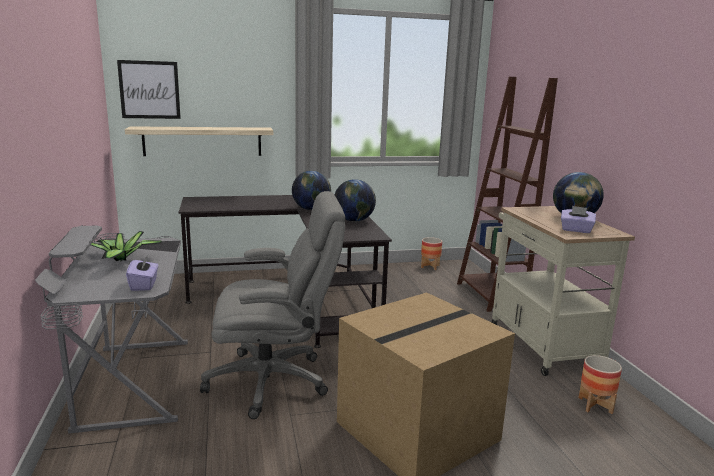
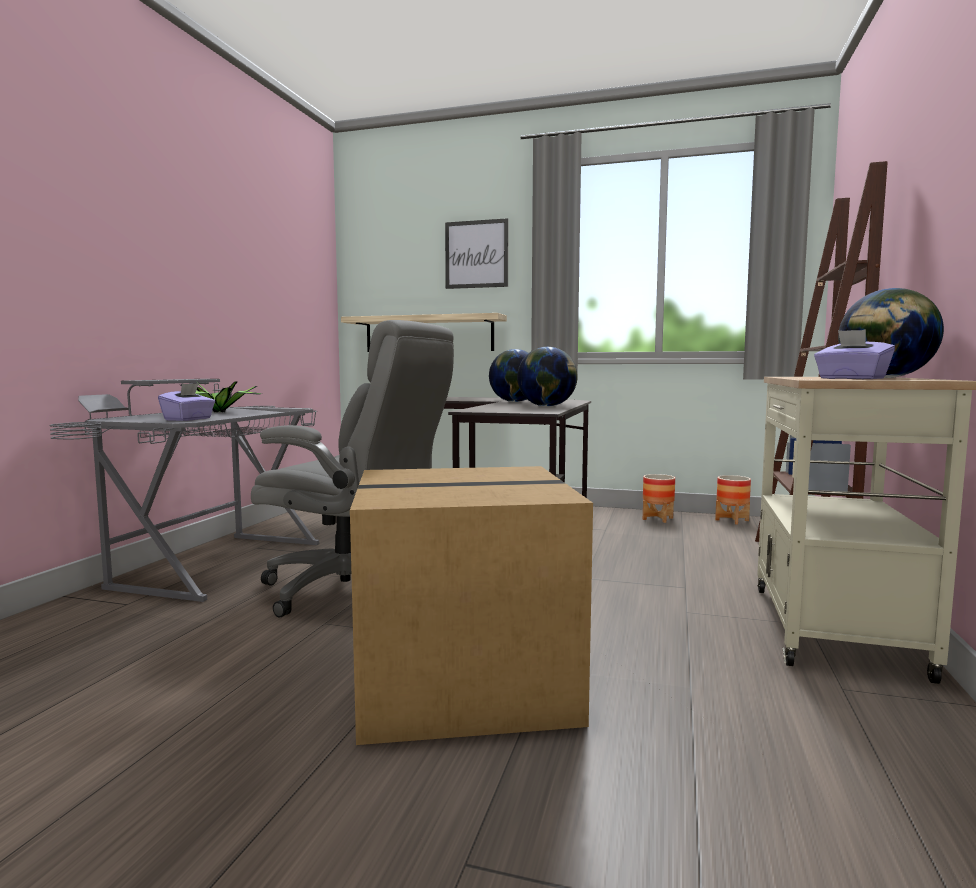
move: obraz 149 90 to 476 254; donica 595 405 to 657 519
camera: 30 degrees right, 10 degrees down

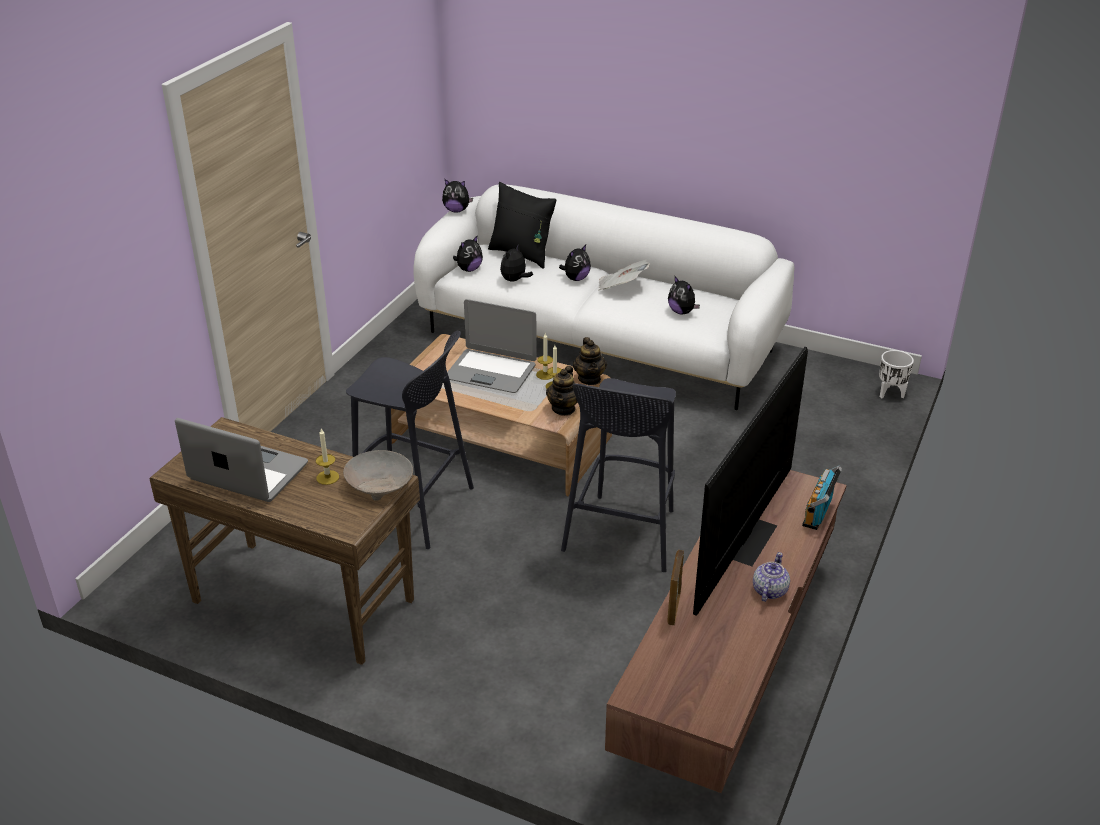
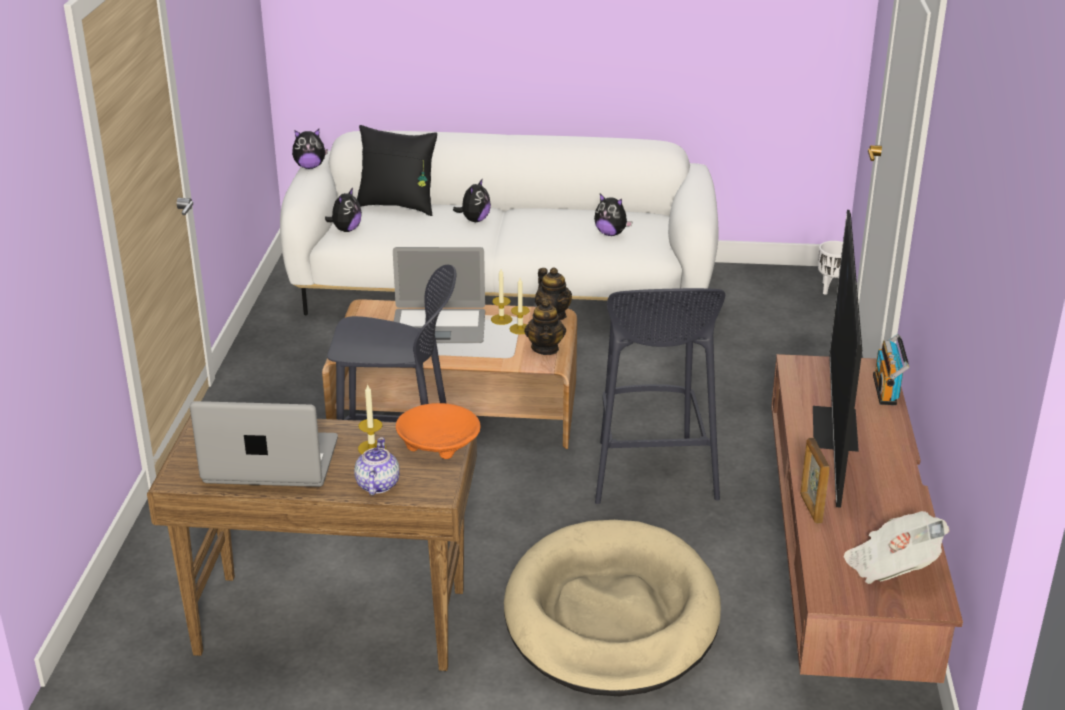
delete: pluszak 514 280
insert: legowisko (beżowy) 611 615
move: imbryk 769 591 to 377 485; gazeta 621 287 to 891 566
recolor: miska (beżowy) 379 484 to miska (pomarańczowy) 438 442
camera: 20 degrees left, 5 degrees down

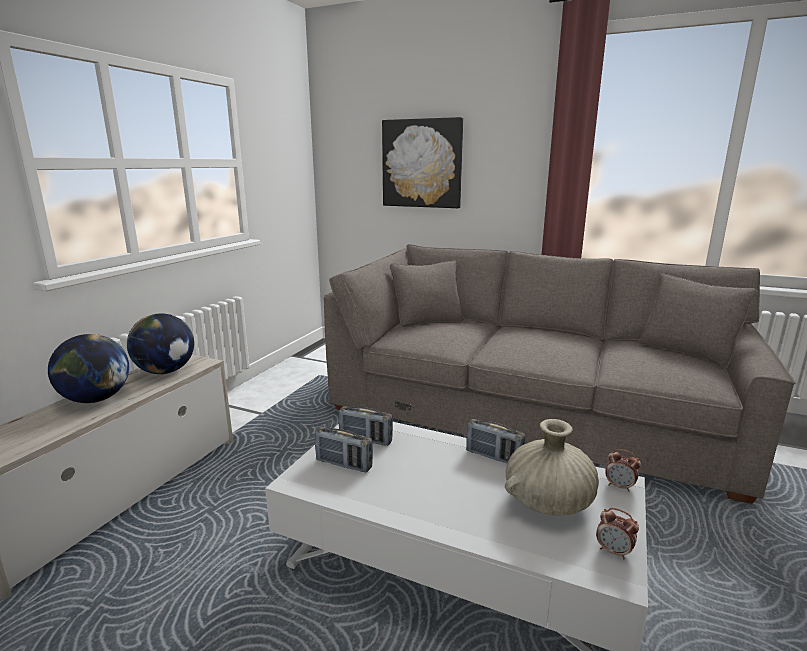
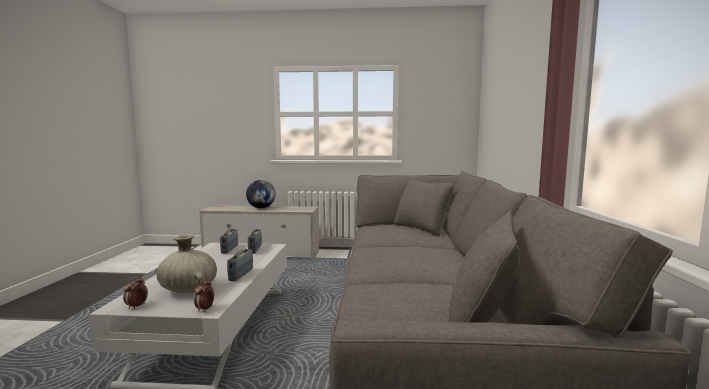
delete: globus 166 371; obraz 422 163
camera: 70 degrees right, 10 degrees down

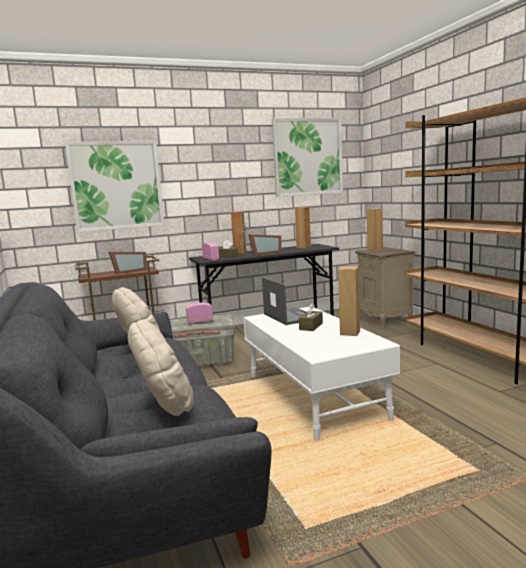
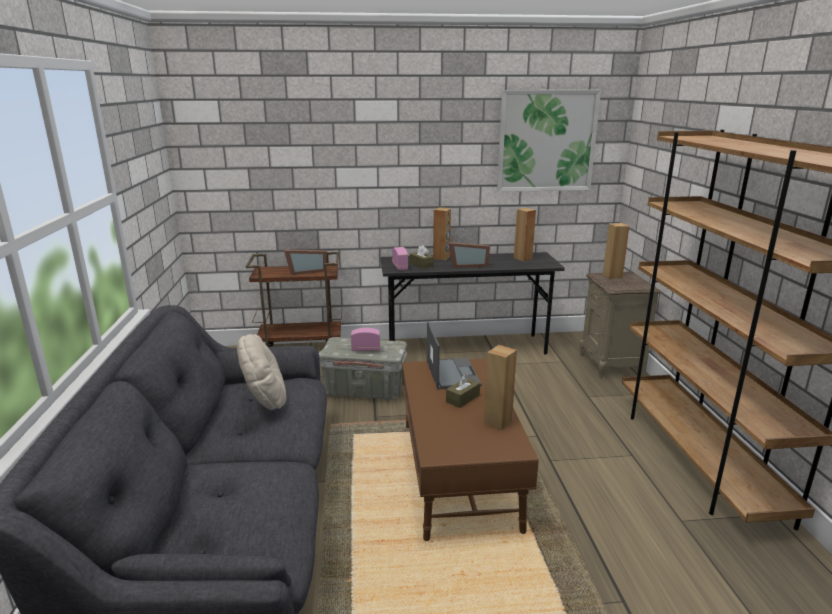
delete: obraz 116 185; poduszka (beżowy) 164 409
recolor: ława (biały) 313 395 to ława (brązowy) 457 472
camera: 15 degrees right, 10 degrees up

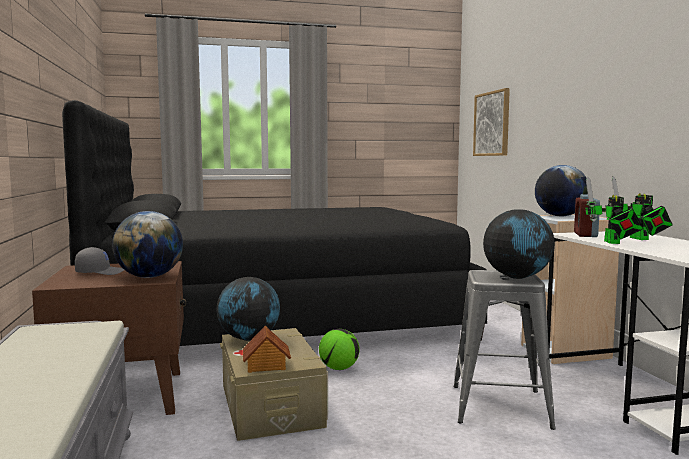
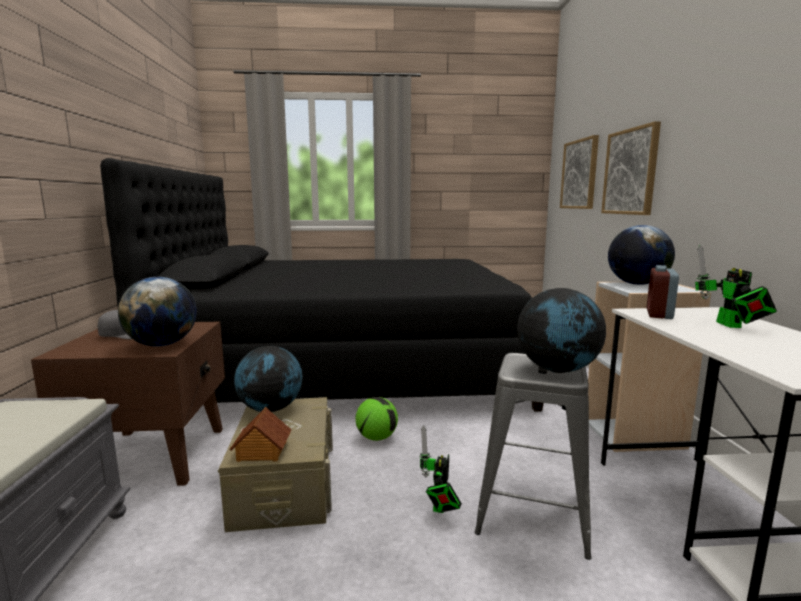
insert: obraz 630 172
move: robot zabawkowy 613 243 to 439 508
camera: 10 degrees right, 5 degrees up

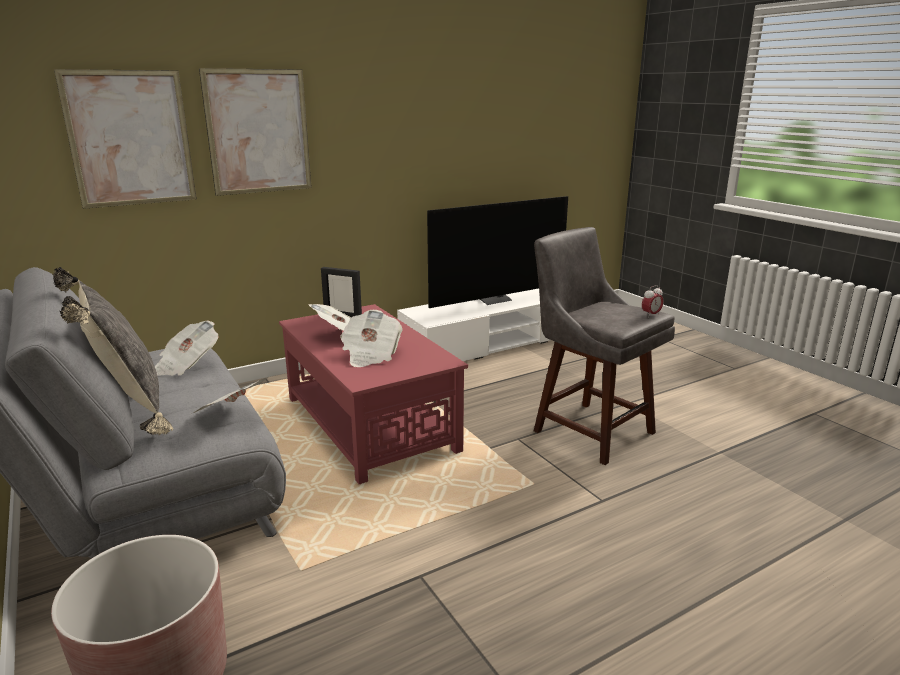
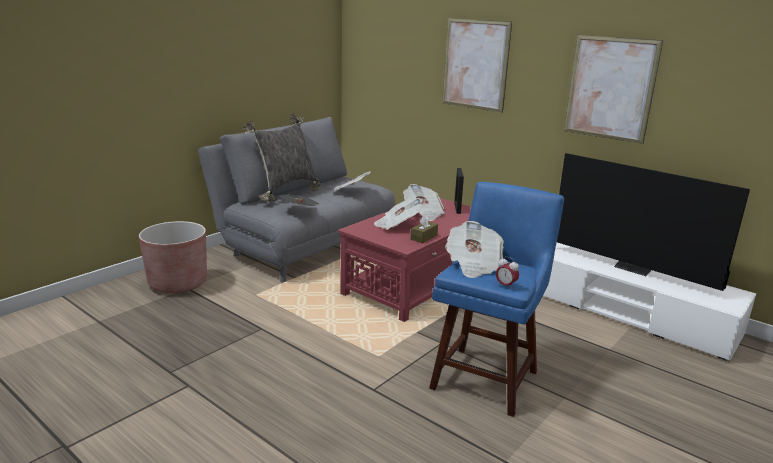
insert: pudełko chusteczek (brązowy) 424 237; gazeta 473 265
move: obraz 130 139 to 610 88
recolor: stołek (szary) 590 430 to stołek (niebieski) 486 377
camera: 70 degrees right, 0 degrees up

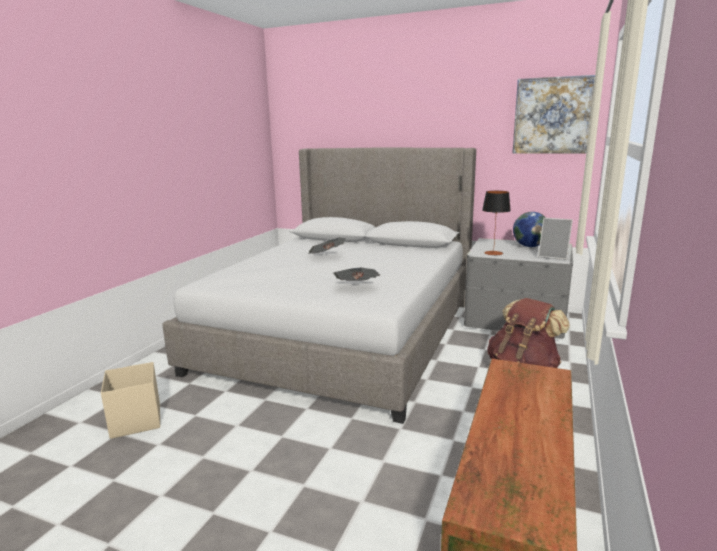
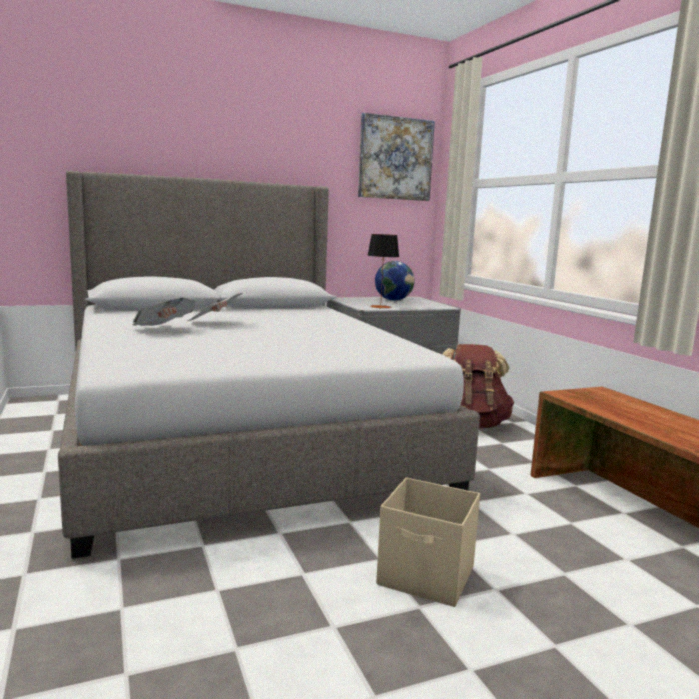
delete: ramka na zdjęcie 553 256
move: gazeta 357 287 to 164 330; pojemnik do przechowywania (beżowy) 135 421 to 427 577
camera: 45 degrees left, 5 degrees down

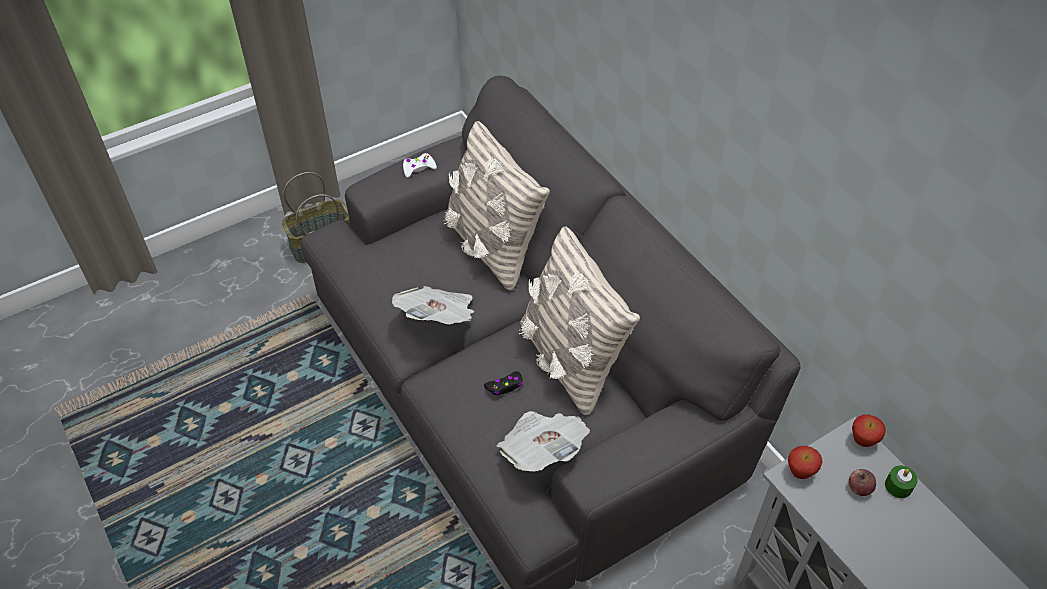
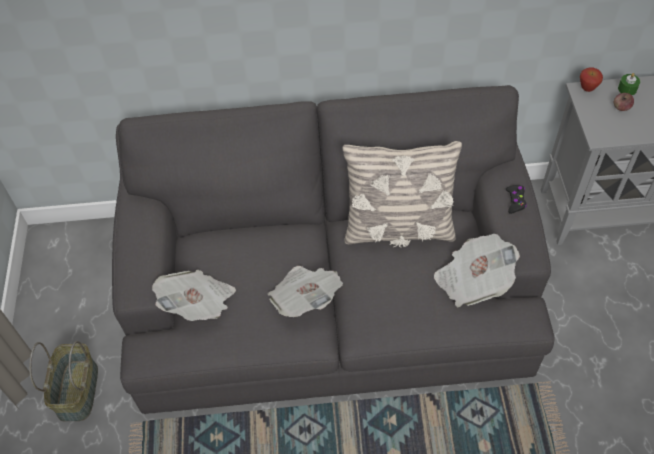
delete: pad do gier (biały) 418 168; poduszka (beżowy) 491 247; jabłko 800 473
insert: gazeta 199 304
move: pad do gier (czarny) 505 386 to 515 201
camera: 60 degrees left, 5 degrees up

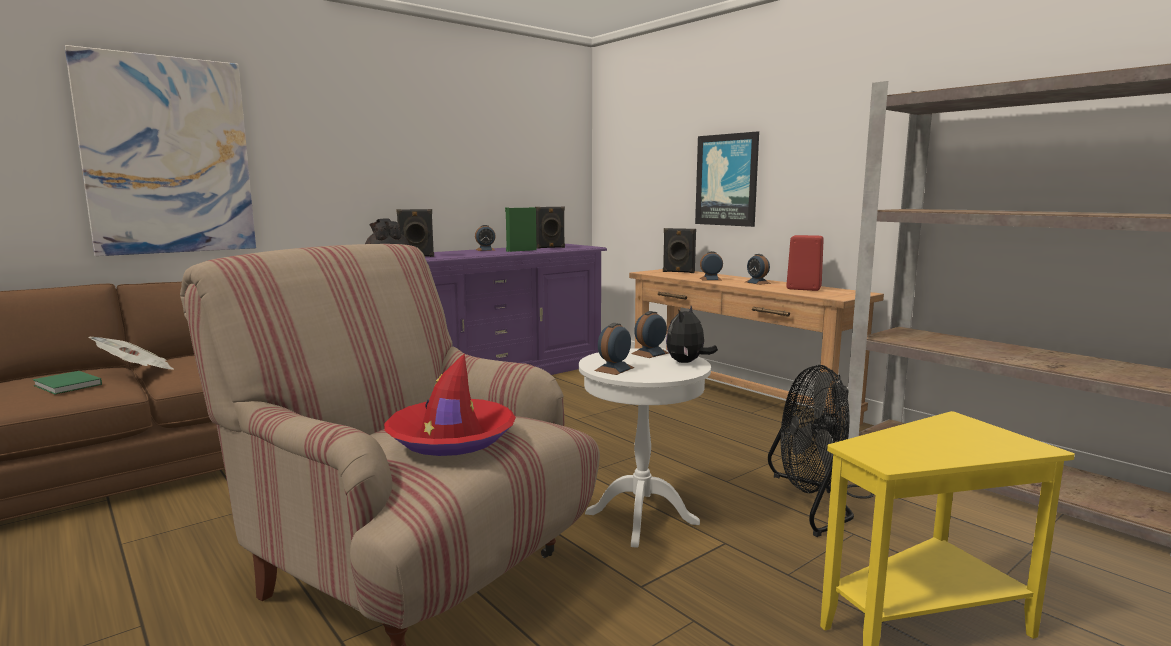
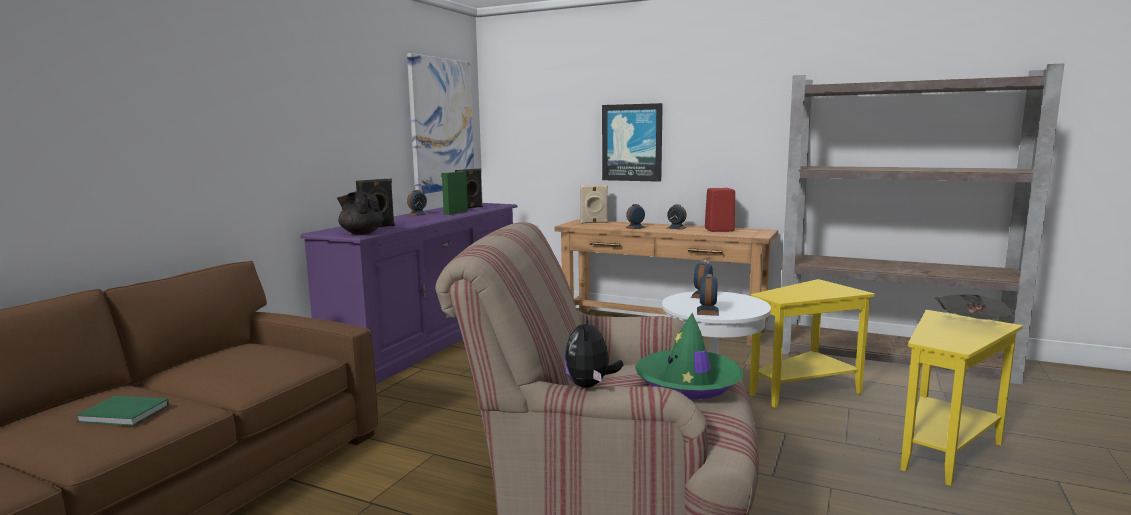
move: obraz 168 156 to 441 125; pluszak 687 362 to 590 385; gazeta 136 371 to 972 325
replace: wentylator (czarny) 819 501 to stolik (żółty) 804 391
recolor: głośnik (czarny) 678 272 to głośnik (beżowy) 594 223; kapelusz (czerwony) 451 438 to kapelusz (zielony) 688 383
camera: 25 degrees left, 0 degrees up

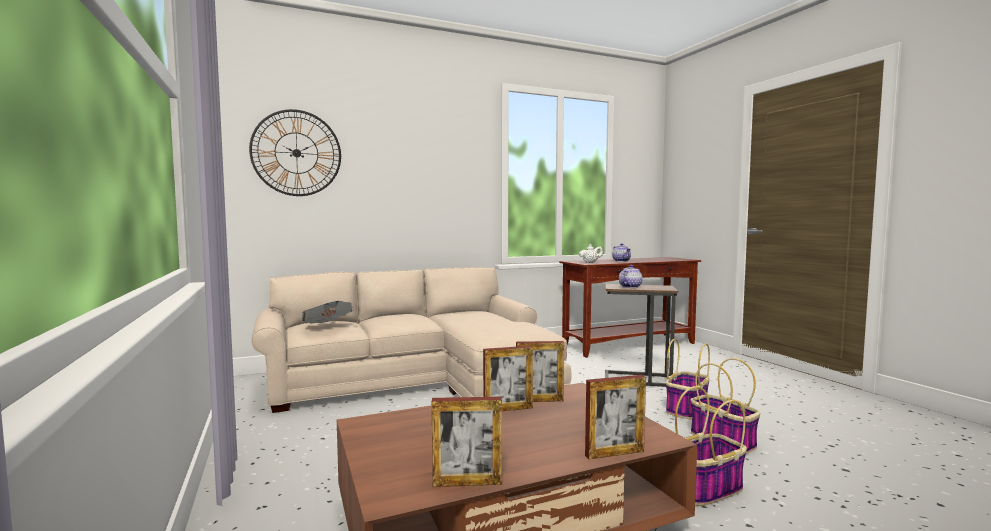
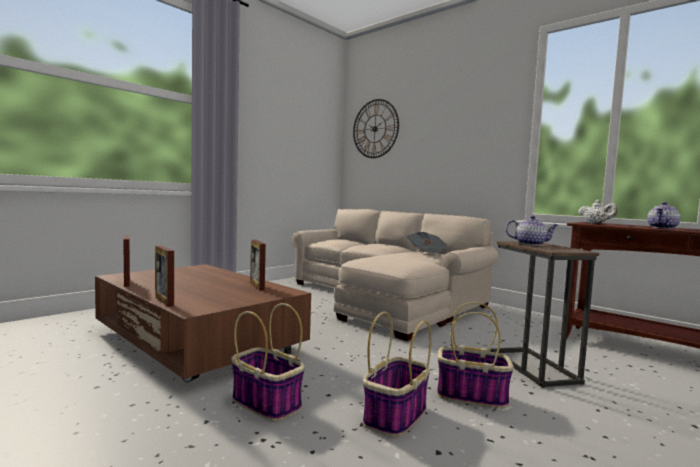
delete: ramka na zdjęcie 508 409
move: gazeta 327 327 to 427 254
camera: 65 degrees right, 0 degrees up

